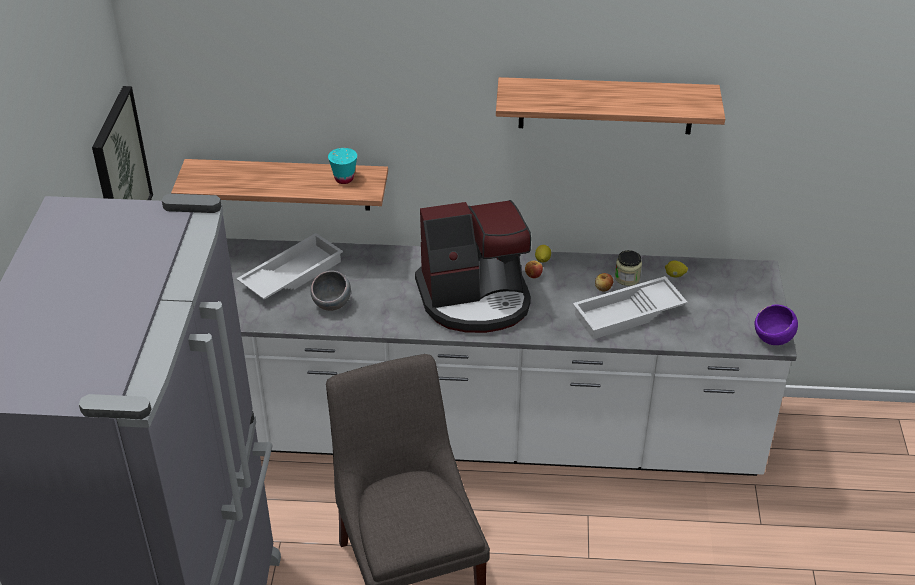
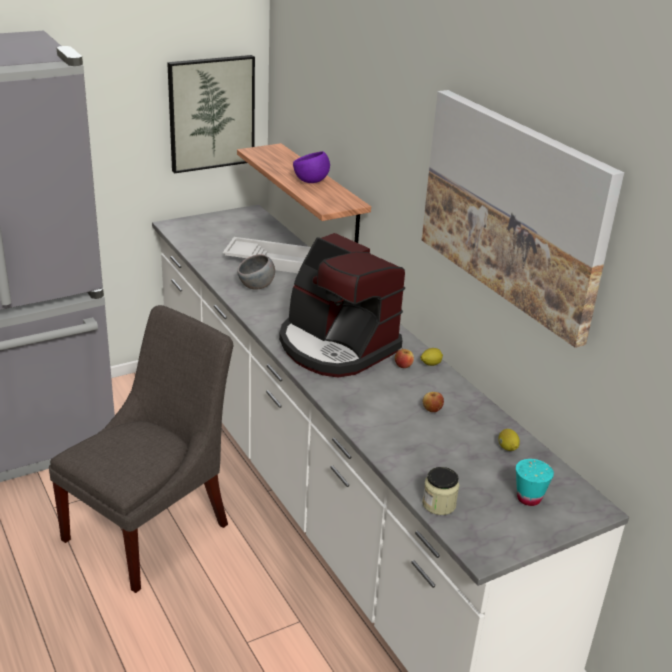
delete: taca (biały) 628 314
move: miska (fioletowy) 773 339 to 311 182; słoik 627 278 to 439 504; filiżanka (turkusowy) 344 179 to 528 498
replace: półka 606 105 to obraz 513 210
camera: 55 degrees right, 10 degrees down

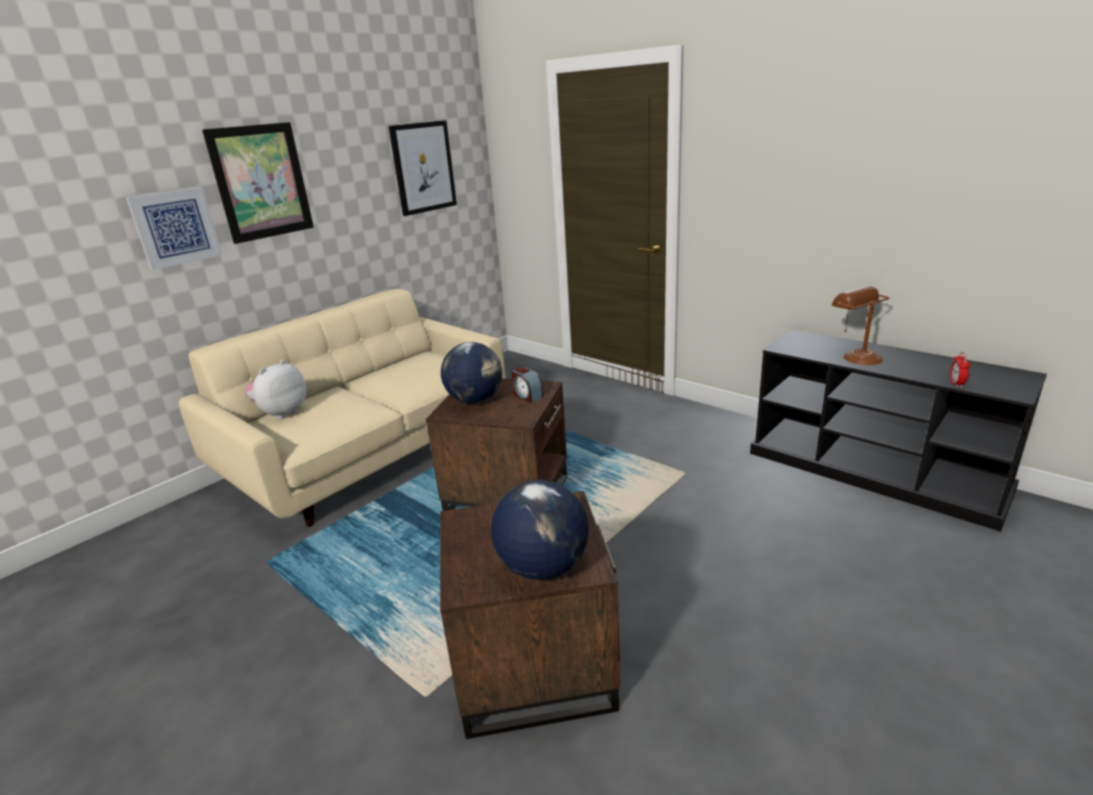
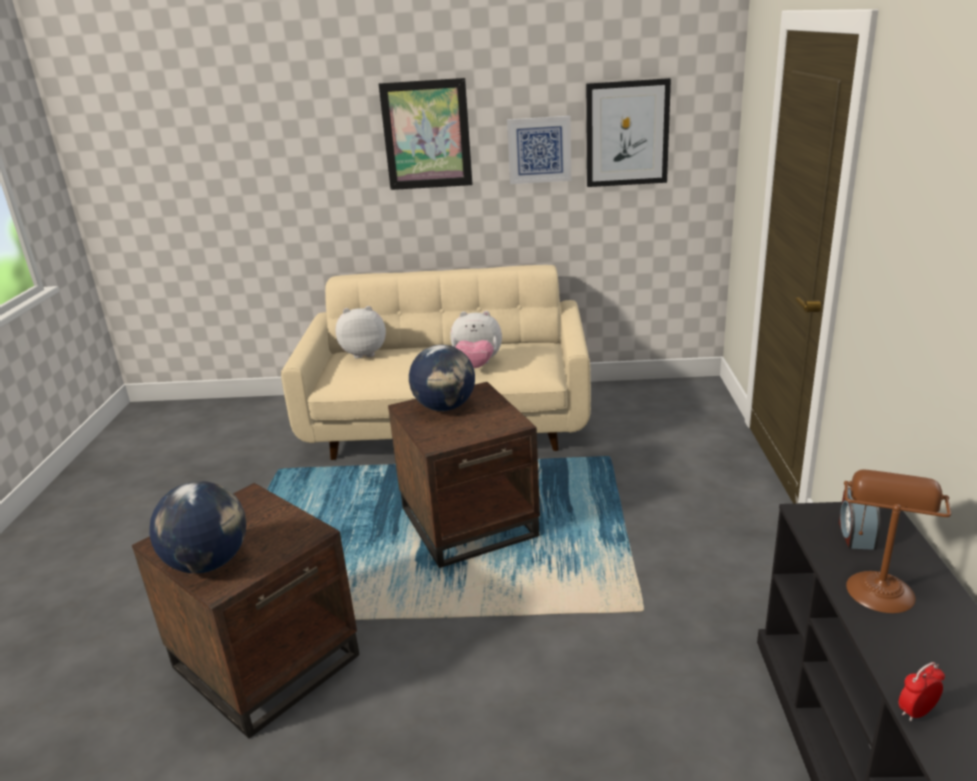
insert: pluszak 477 365
move: obraz 175 227 to 539 150; budzik 527 395 to 856 534
camera: 50 degrees right, 0 degrees up

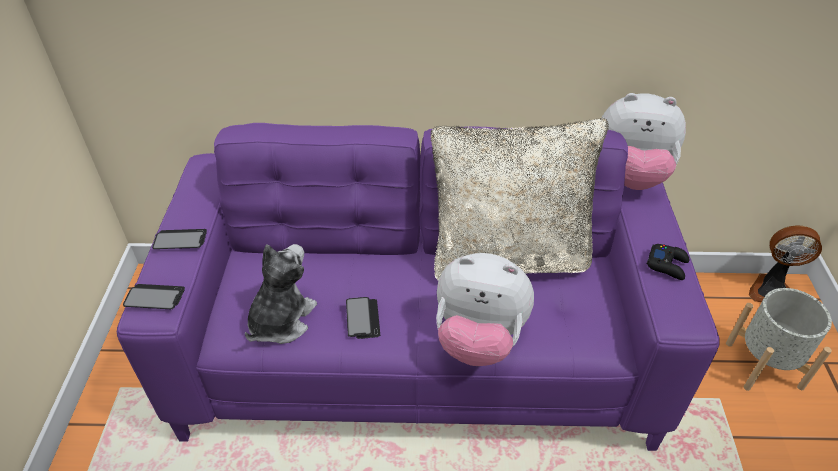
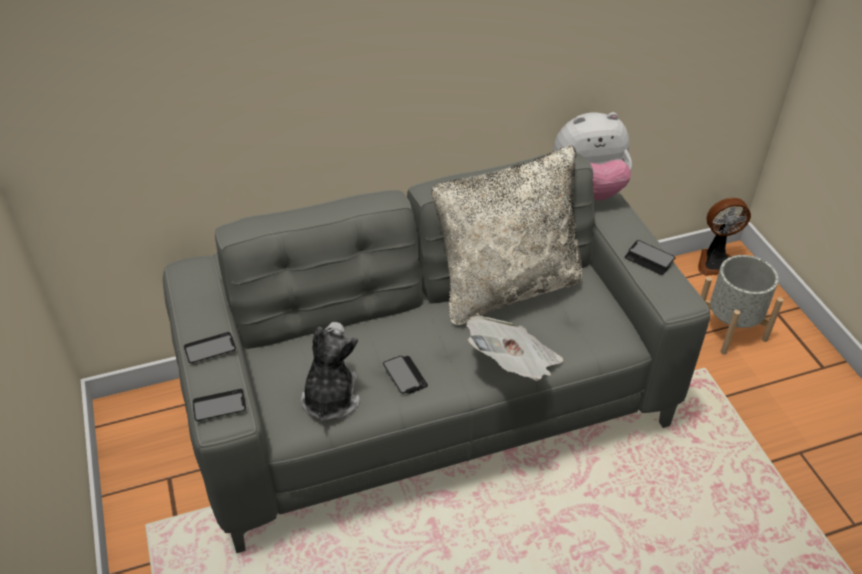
replace: pluszak 478 339 to gazeta 513 364; pad do gier (czarny) 667 265 to telefon 649 258
recolor: kanapa (fioletowy) 420 353 to kanapa (szary) 432 404
camera: 20 degrees left, 0 degrees up

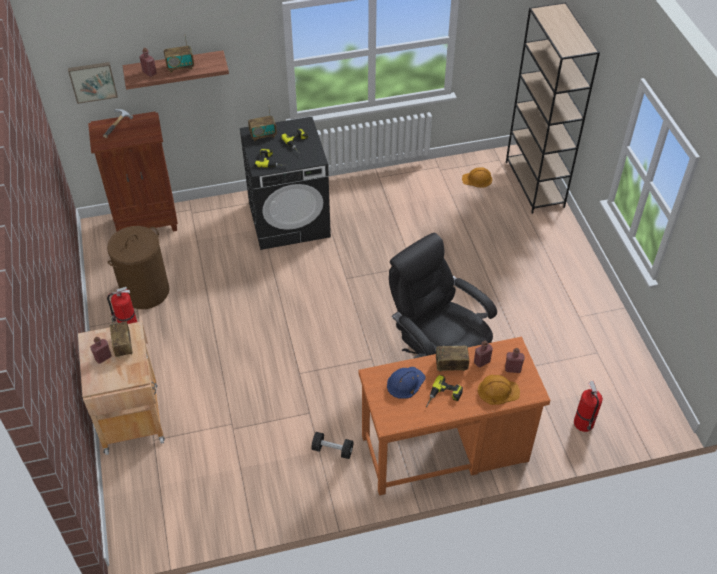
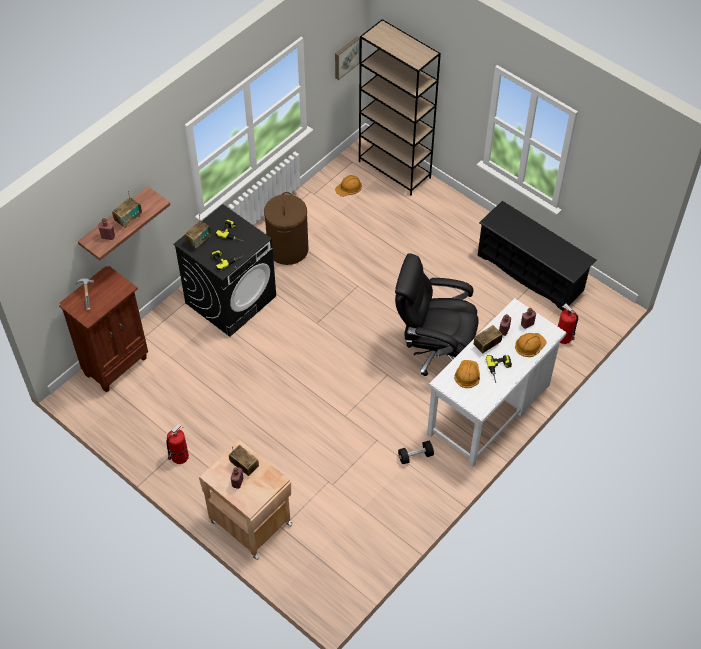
insert: regał na buty (czarny) 531 273
move: kosz na pranie (brązowy) 145 291 to 287 249; obraz 93 81 to 346 57
recolor: biurko (pomarańczowy) 444 449 to biurko (biały) 489 409; kask (niebieski) 405 383 to kask (pomarańczowy) 467 374
camera: 35 degrees left, 5 degrees up

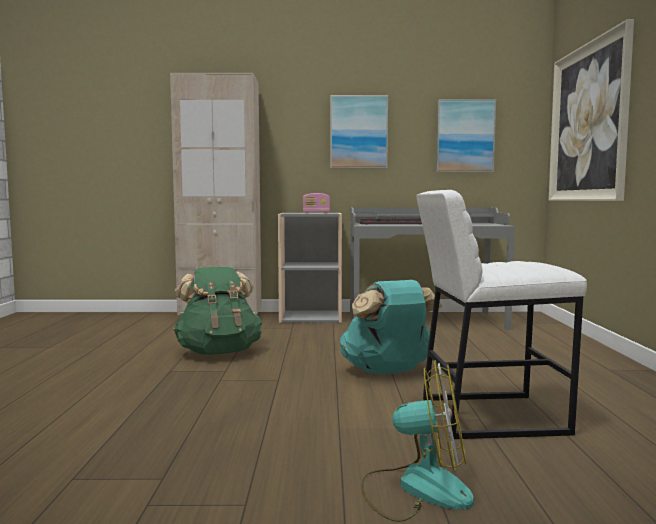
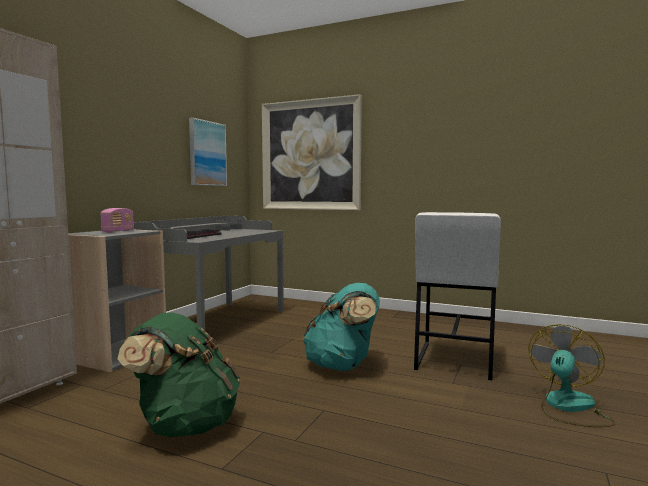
delete: obraz 358 132
camera: 65 degrees left, 0 degrees up

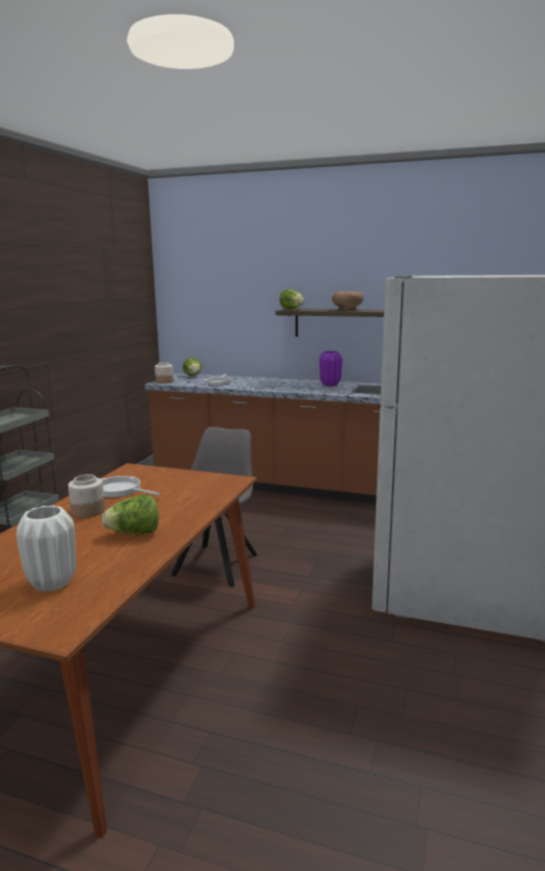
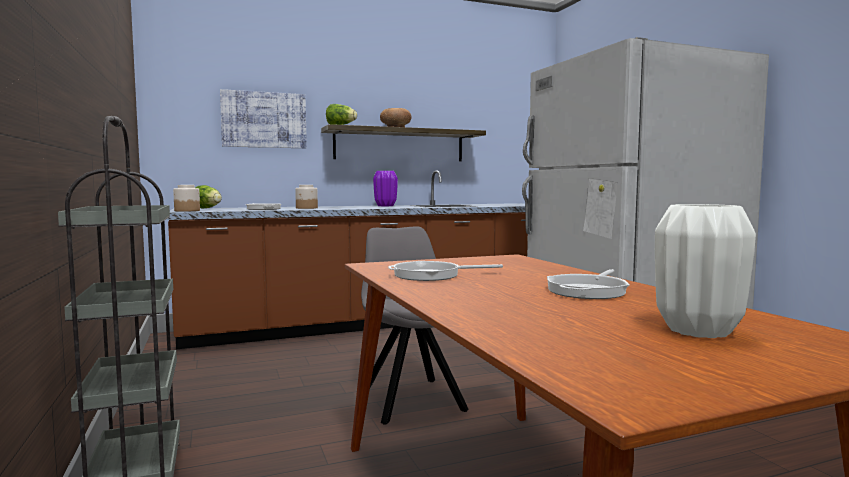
insert: obraz 264 120
move: słoik 88 511 to 306 208
replace: sałata 134 533 to patelnia 588 290
camera: 40 degrees left, 10 degrees down

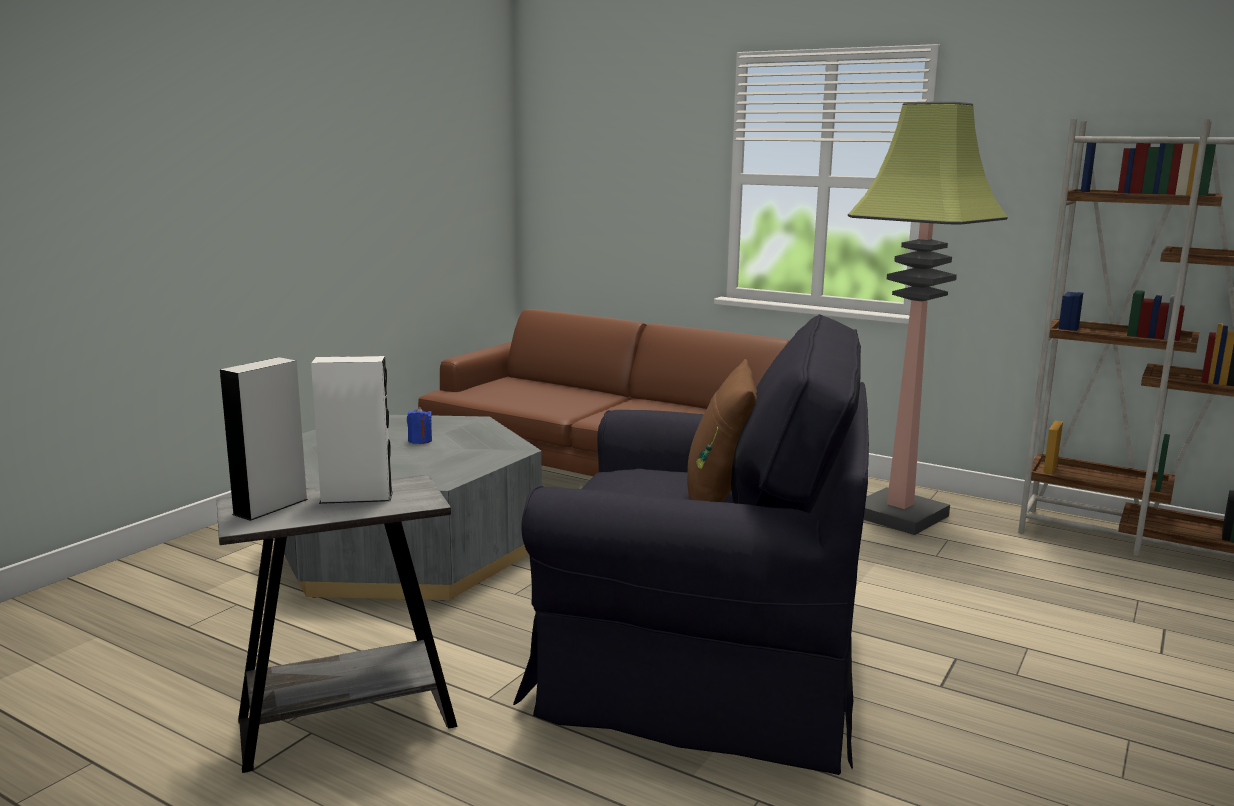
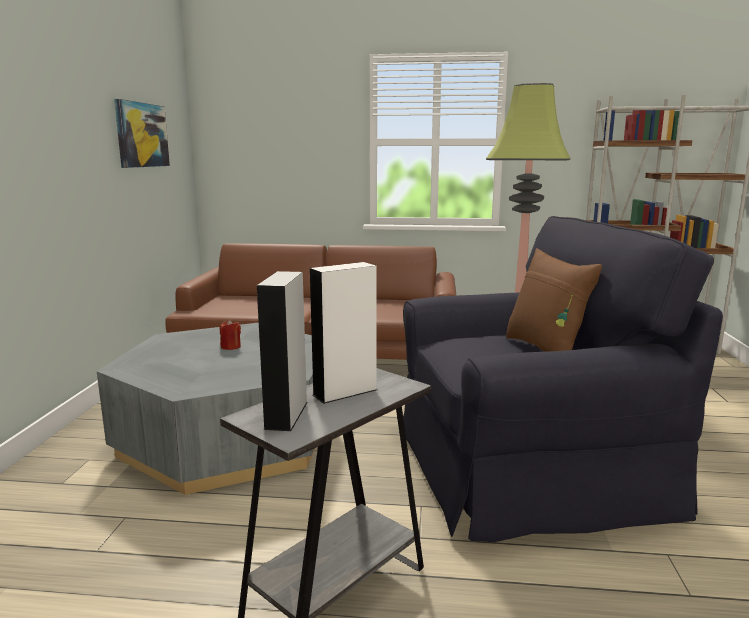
insert: obraz 142 135
recolor: świeca (niebieski) 420 440 to świeca (czerwony) 230 347
camera: 25 degrees left, 0 degrees up

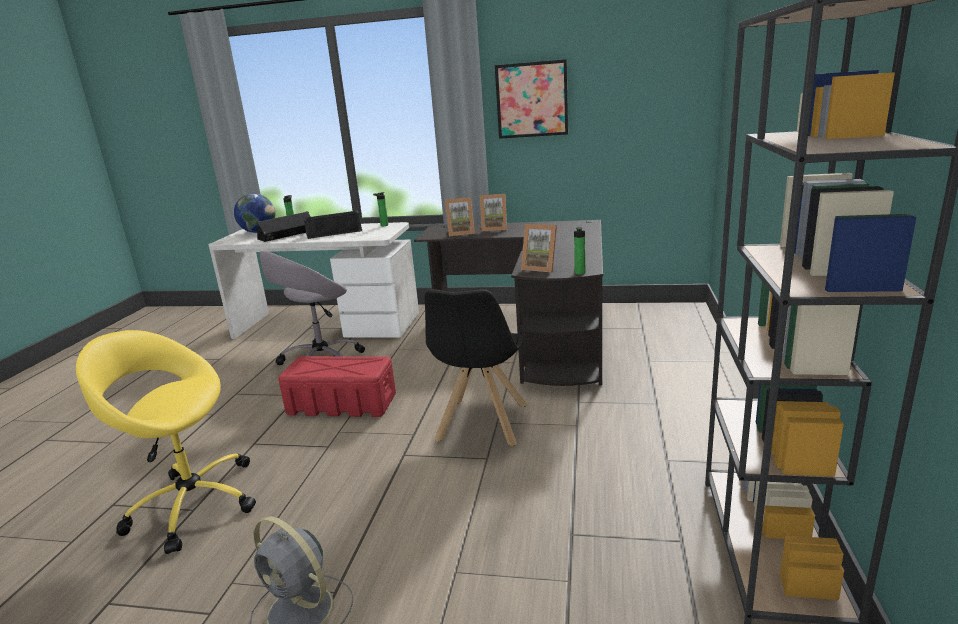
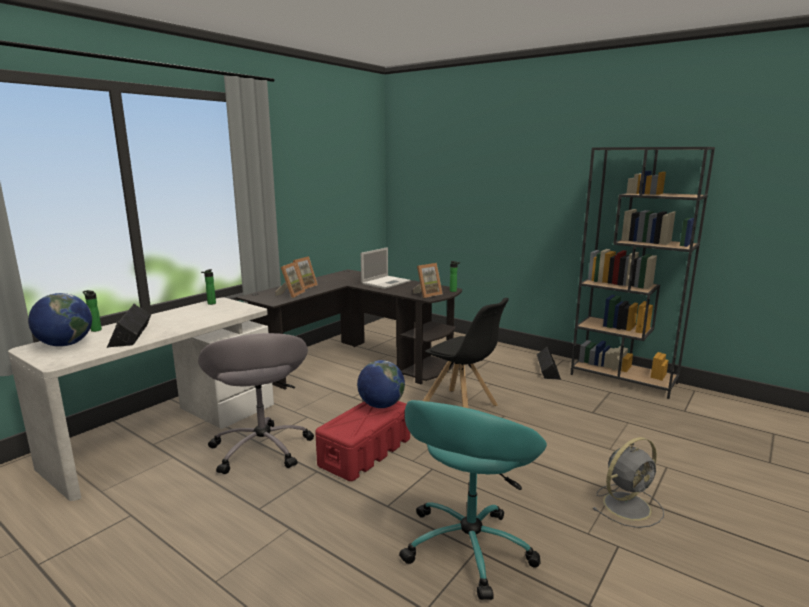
delete: obraz 532 100
insert: globus 381 405; laptop 386 282
move: głośnik (czarny) 334 232 to 547 369
recolor: krzesło biurowe (żółty) 192 504 to krzesło biurowe (turkusowy) 467 550
camera: 65 degrees left, 5 degrees down

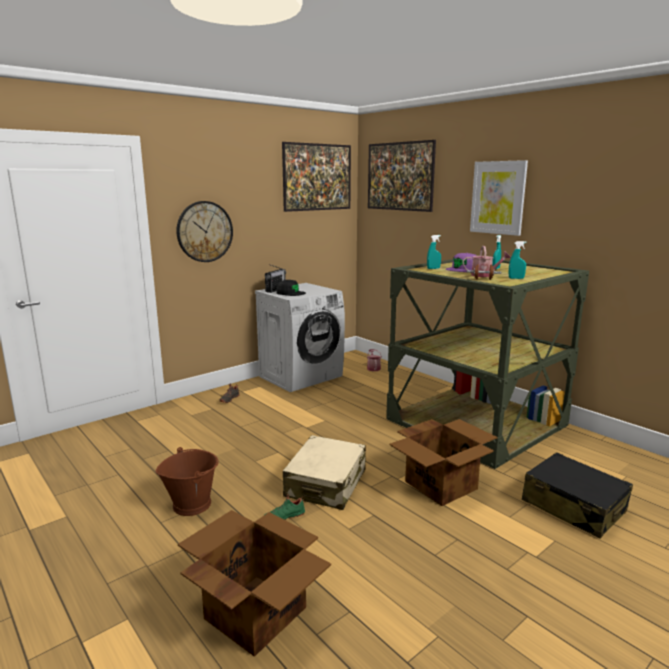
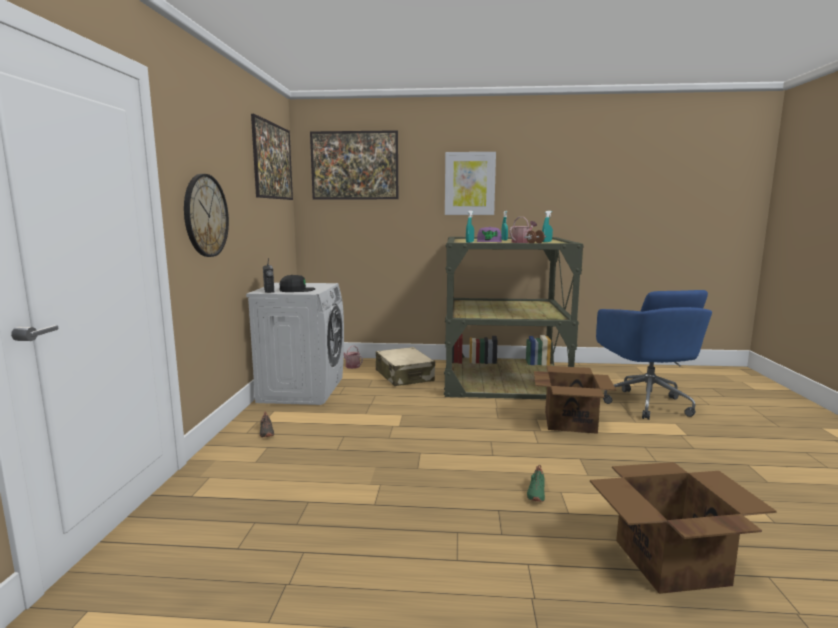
delete: wiadro (brązowy) 192 504
move: walizka (beżowy) 326 483 to 404 376
replace: walizka (czarny) 573 506 to krzesło biurowe (niebieski) 644 403
camera: 45 degrees left, 5 degrees down

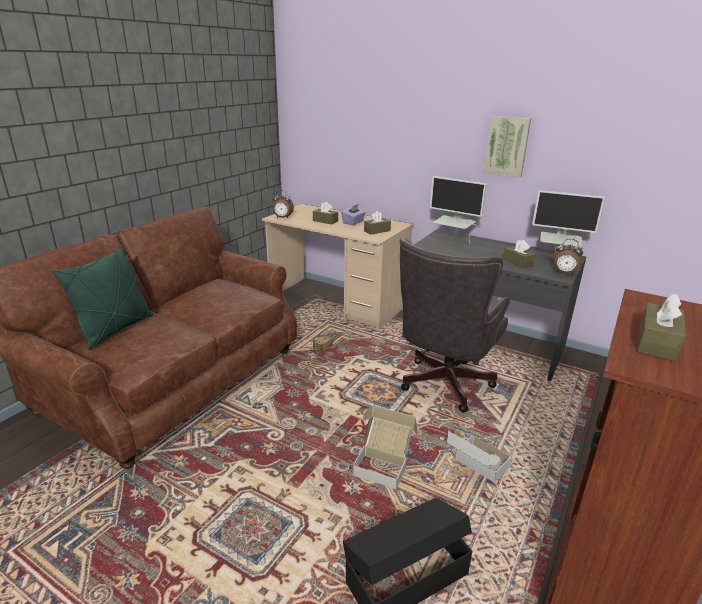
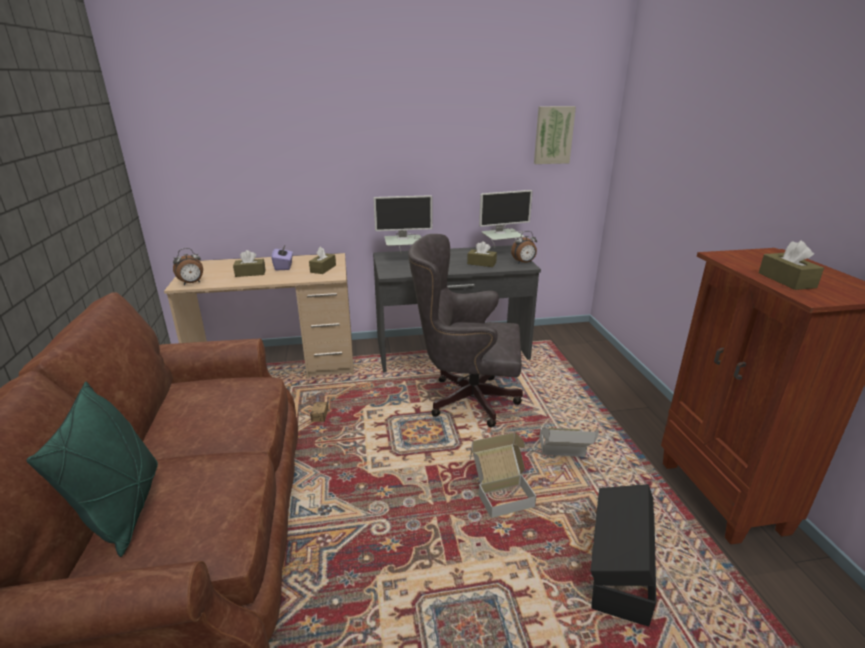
move: obraz 507 146 to 553 135
rotate: krzesło biurowe (szary) 444 386 = 466 399 105 degrees clockwise
camera: 40 degrees left, 0 degrees up

